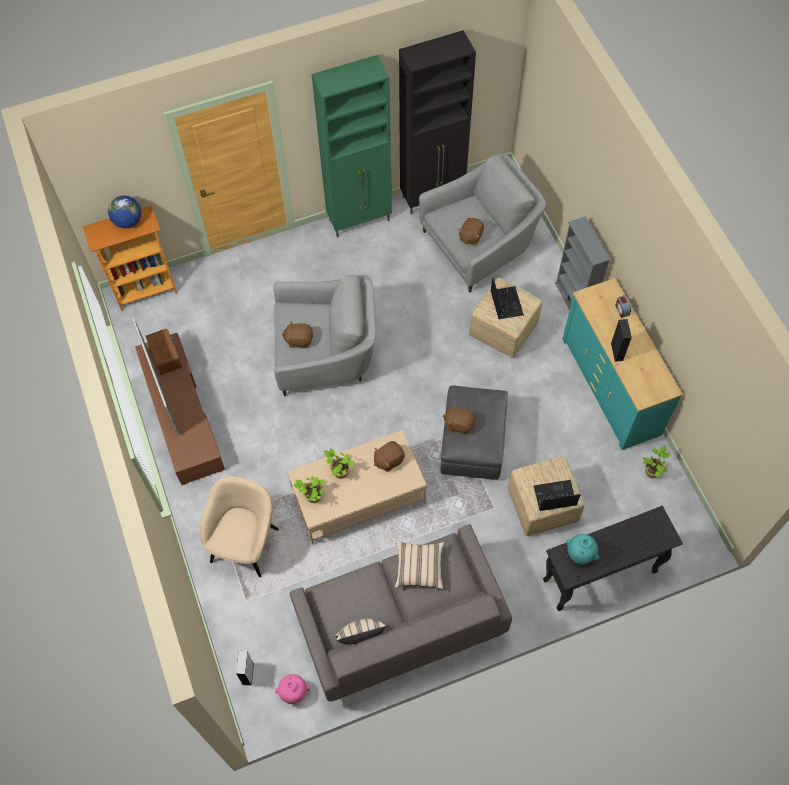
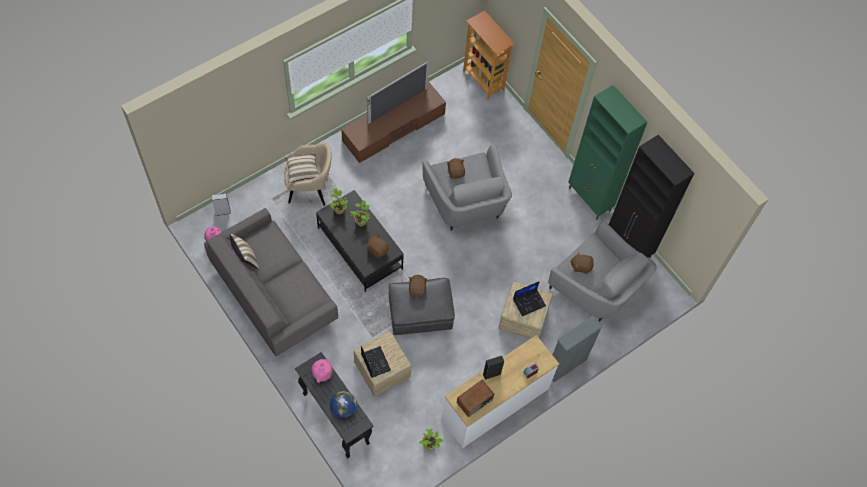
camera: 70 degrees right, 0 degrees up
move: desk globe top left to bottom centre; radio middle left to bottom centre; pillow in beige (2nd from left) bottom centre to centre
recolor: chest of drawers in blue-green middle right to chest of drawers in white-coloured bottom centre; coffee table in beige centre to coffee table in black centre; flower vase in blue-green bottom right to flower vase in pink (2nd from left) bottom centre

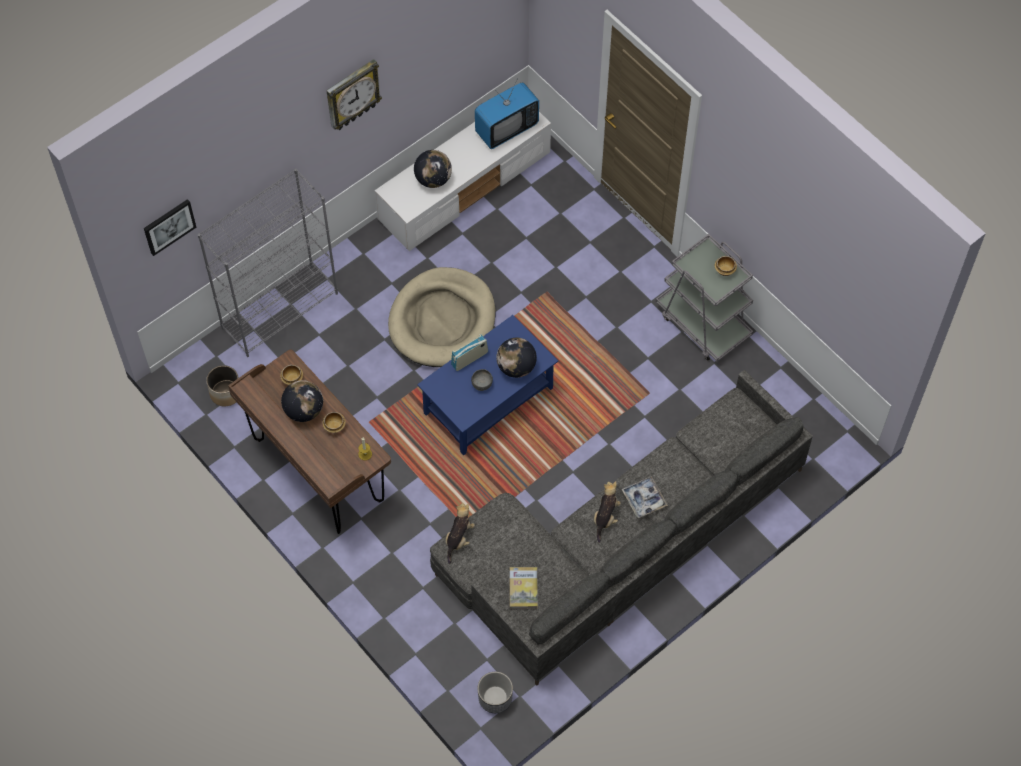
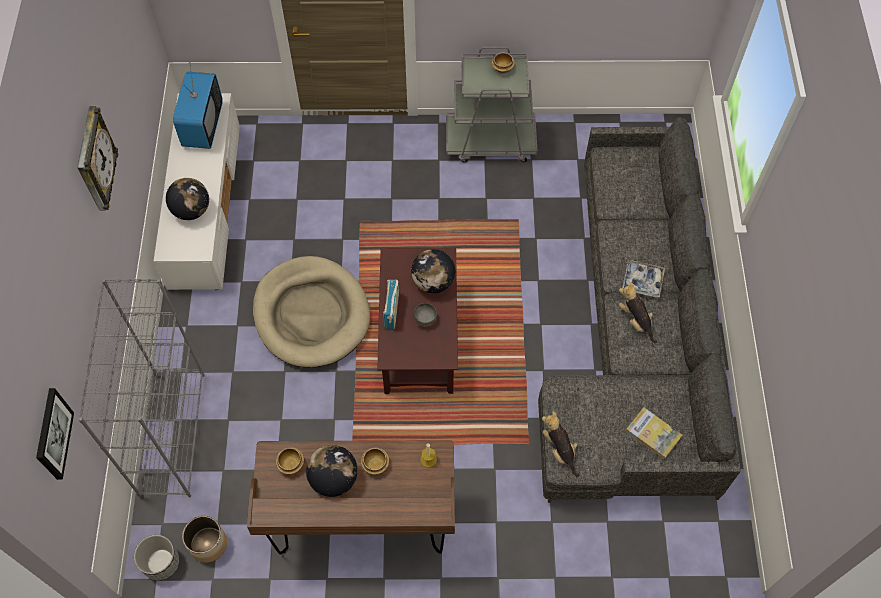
camera: 50 degrees left, 0 degrees up
move: flower pot (2nd from left in the first image) bottom centre to flower pot (1st from left) bottom left
recolor: coffee table in bluish centre to coffee table in brownish centre

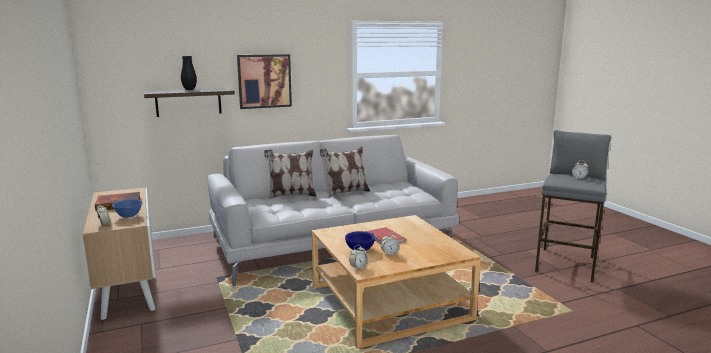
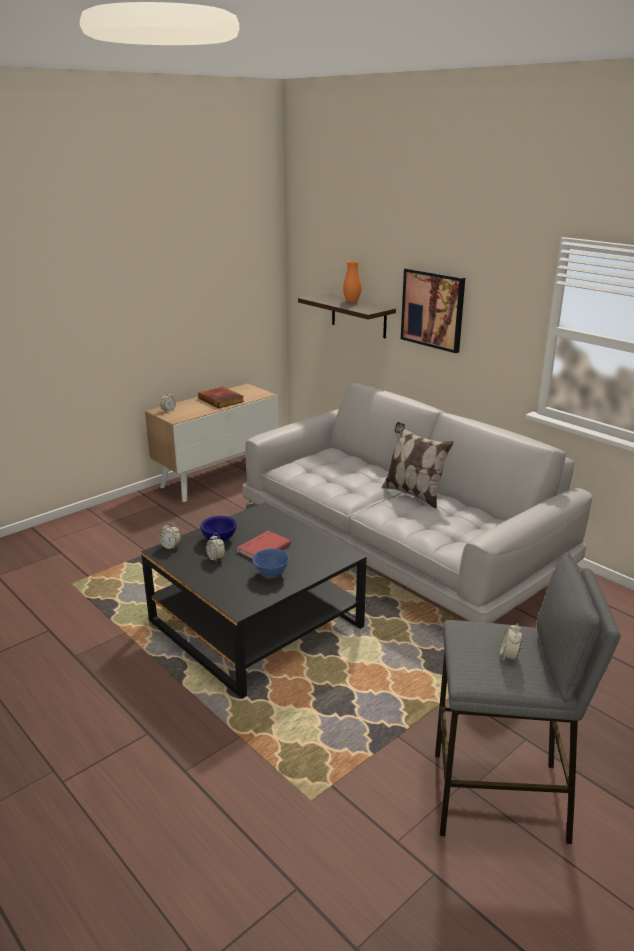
camera: 70 degrees right, 10 degrees up
delete: pillow (1st from left) centre
move: serving bowl in bluish (1st from left in the first image) middle left to serving bowl in bluish (2nd from left) centre
recolor: flower vase in black top left to flower vase in orangey top centre; coffee table in beige bottom centre to coffee table in black centre

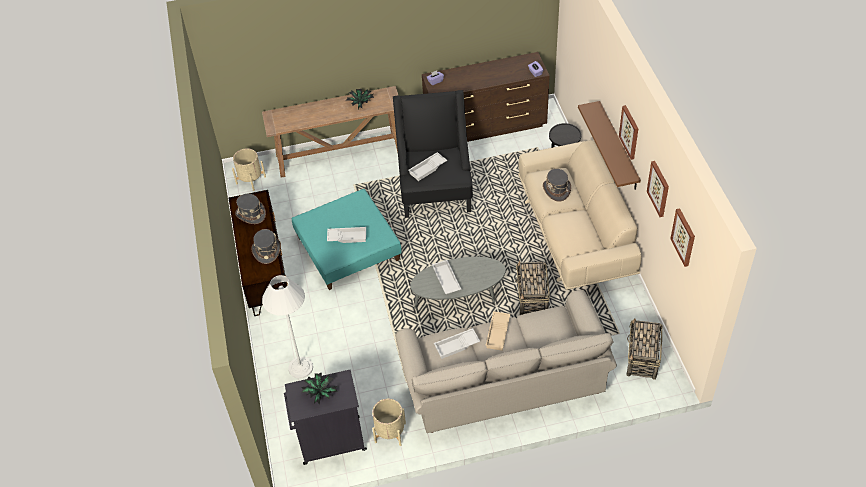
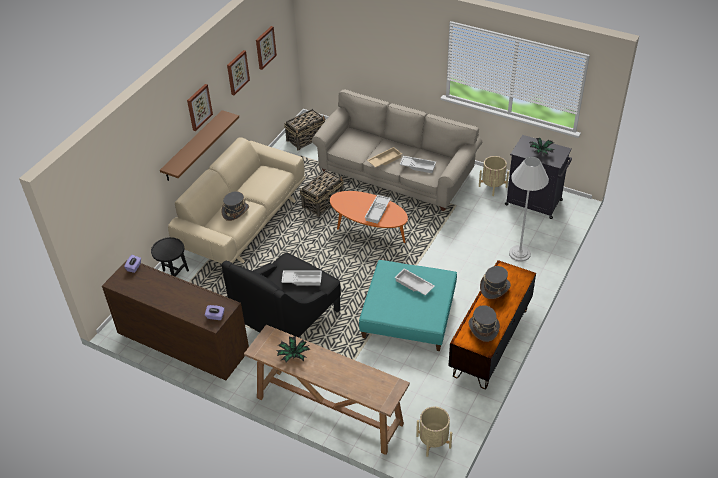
camera: 140 degrees left, 5 degrees down
recolor: coffee table in grey centre to coffee table in orangey centre

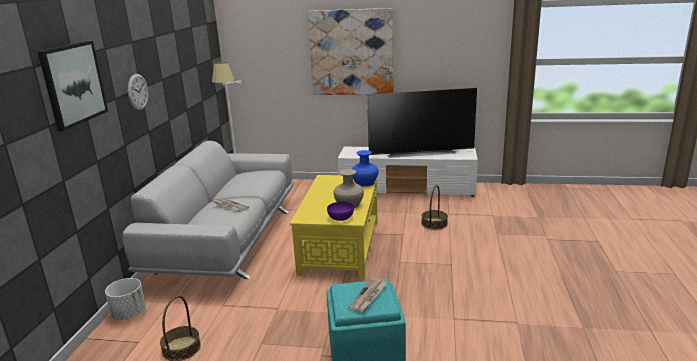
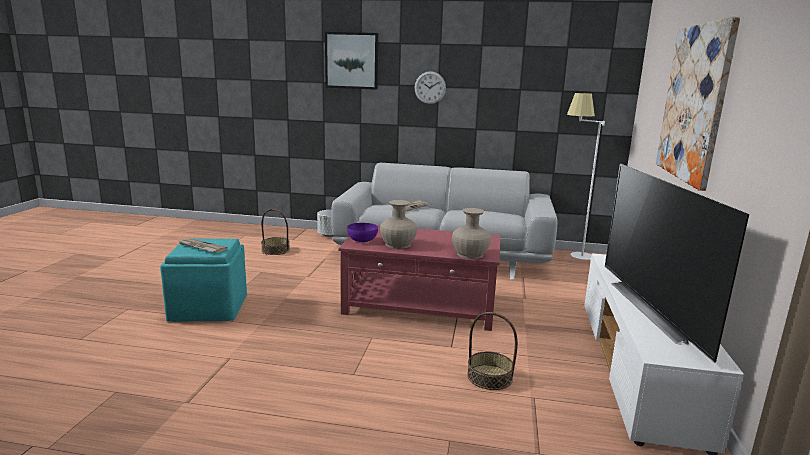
camera: 90 degrees right, 5 degrees down
recolor: flower vase in bluish centre to flower vase in beige (2nd from left) centre; coffee table in yellow centre to coffee table in reddish centre

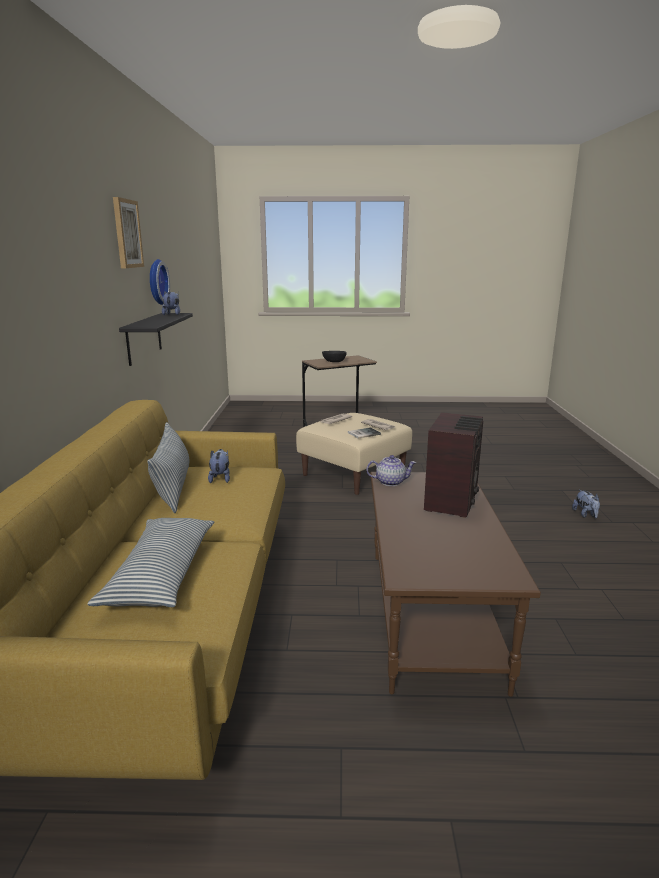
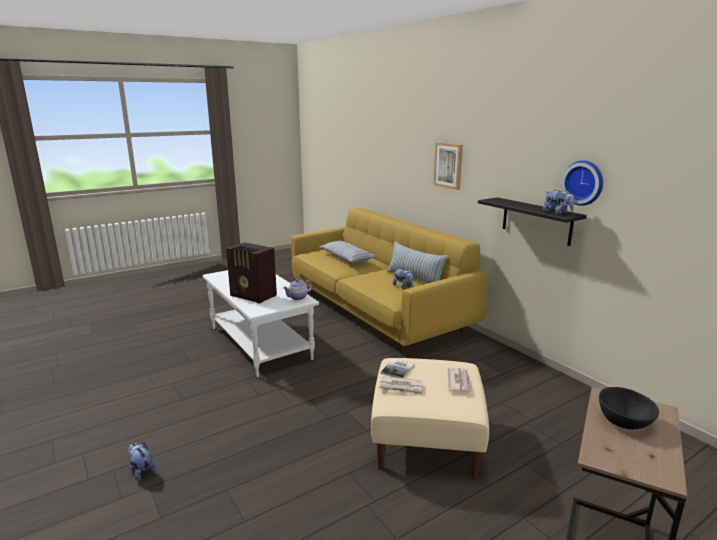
camera: 145 degrees right, 0 degrees up
move: wall picture top left to top centre
recolor: coffee table in brownish middle right to coffee table in white-coloured centre
rotate: radio middle right = centre 45 degrees counterclockwise

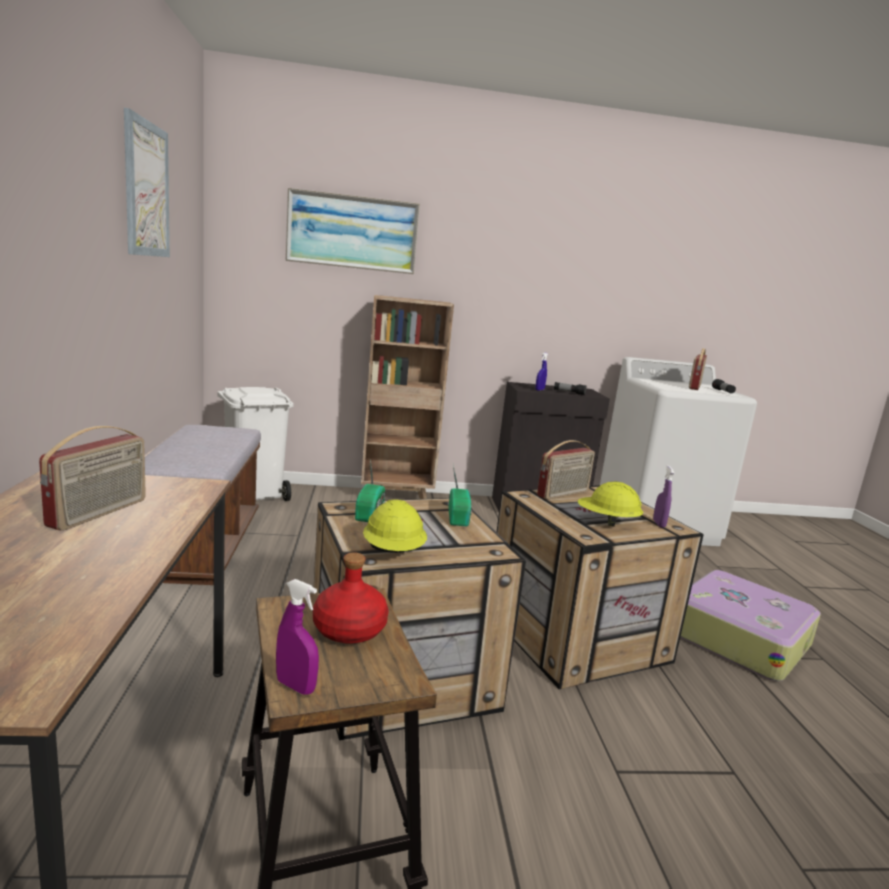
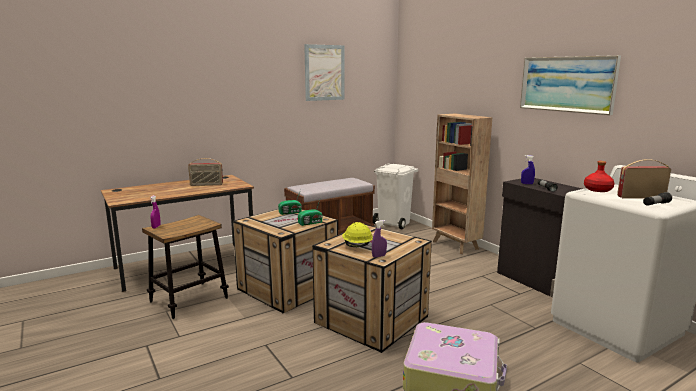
camera: 65 degrees right, 0 degrees up
delete: radio (4th from left) centre; safety helmet in yellow (1st from left) centre
move: wall picture (2nd from left) top centre to top right; beverage bottle in reddish bottom centre to middle right

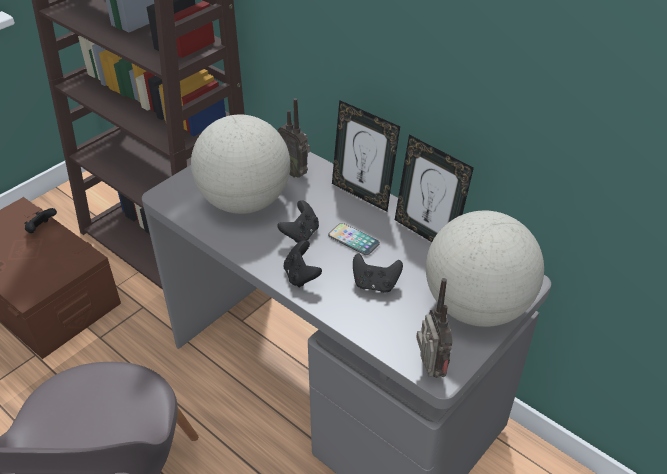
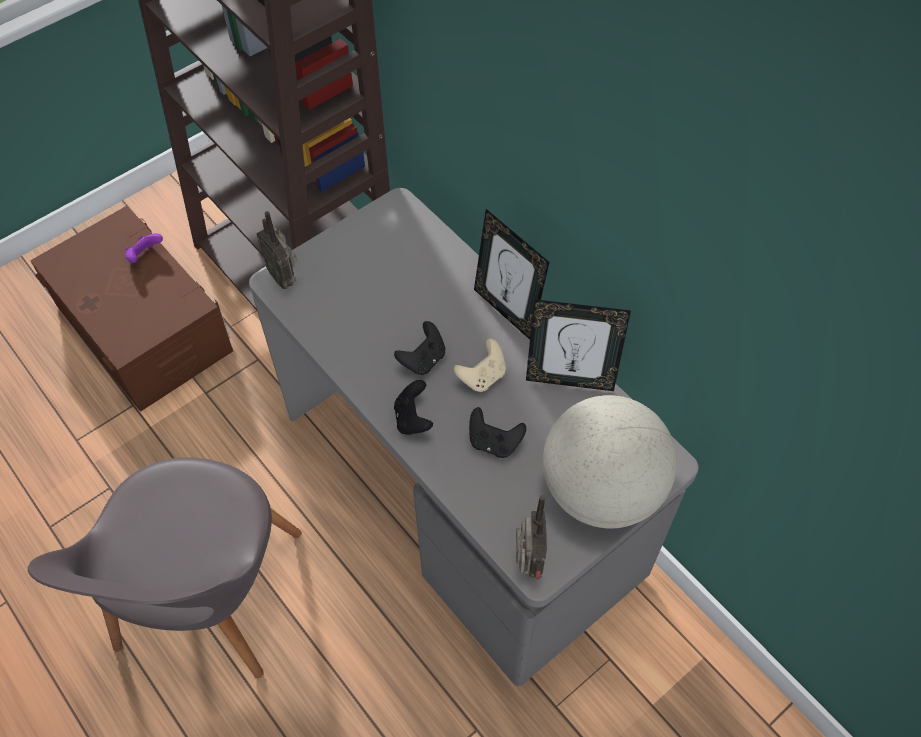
camera: 10 degrees right, 15 degrees up
delete: desk globe (1st from left) centre
move: radio (1st from left) top centre to middle left
replace: phone centre to joypad in beige centre
recolor: joypad in black (1st from left) middle left to joypad in purple-coloured middle left
rotate: picture frame (2nd from left) centre = centre 45 degrees counterclockwise

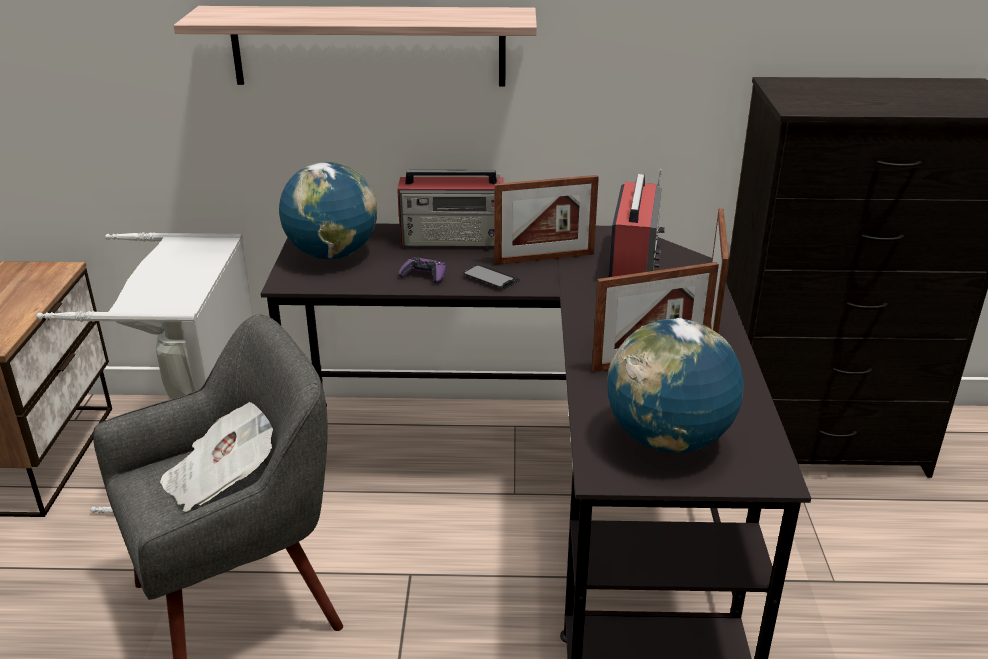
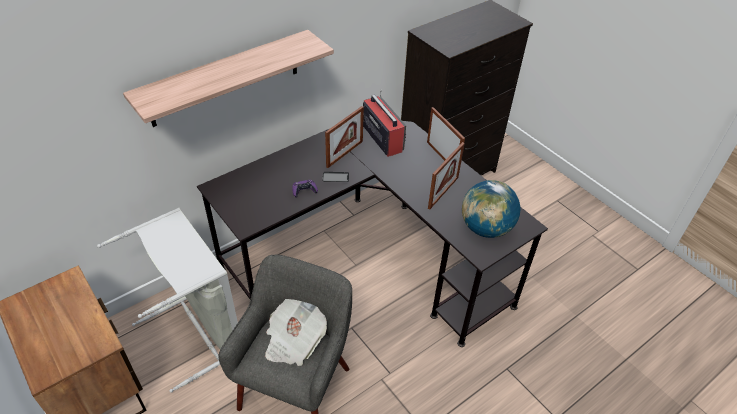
camera: 40 degrees left, 15 degrees up
delete: desk globe (1st from left) top left; radio (1st from left) top centre

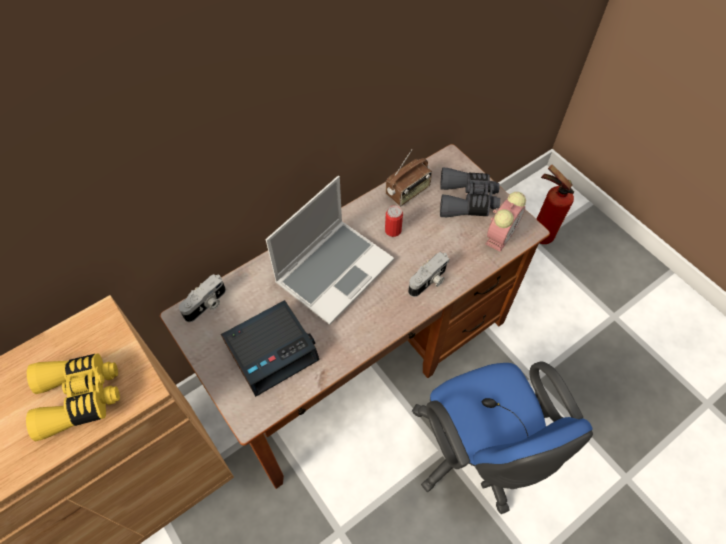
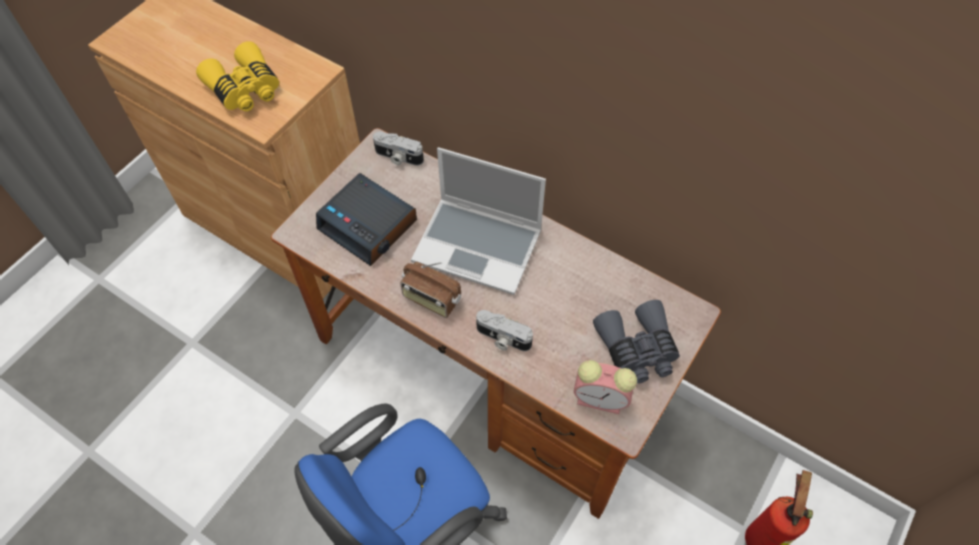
camera: 70 degrees right, 0 degrees up
delete: sealed can centre
move: radio top centre to centre

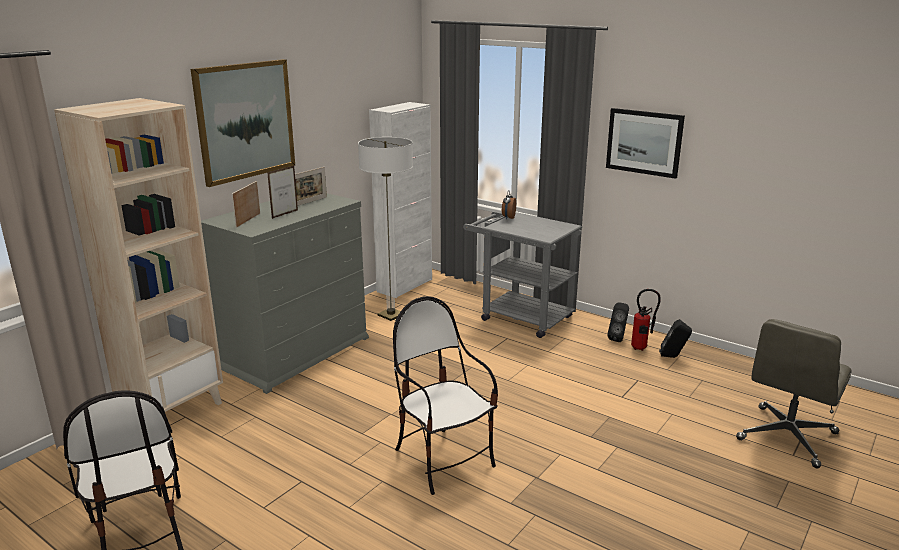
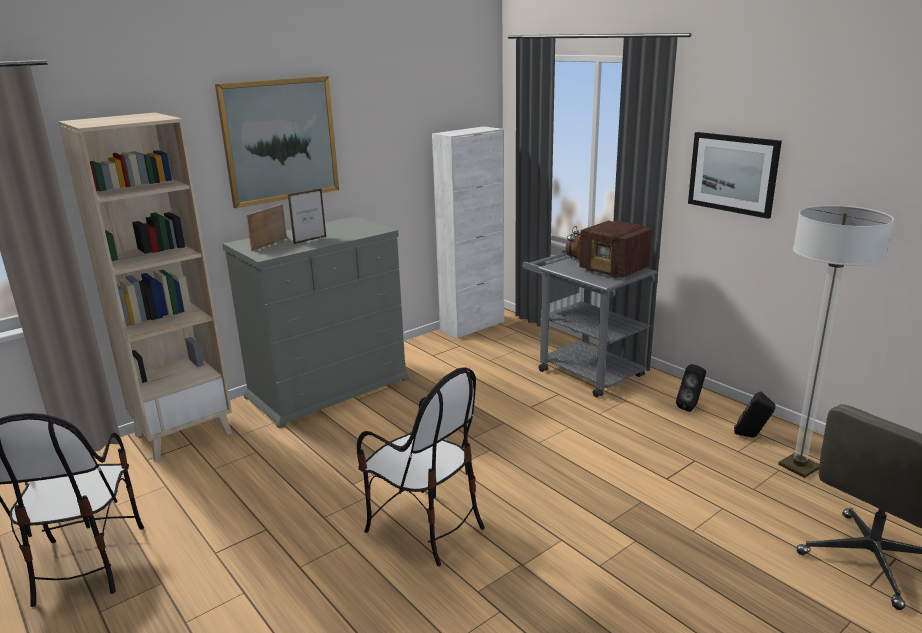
camera: 15 degrees right, 0 degrees up
delete: picture frame (3rd from left) centre; fire-fighting cylinder middle right
insert: radio middle right
move: floor lamp centre to middle right
rotate: upright chair (2nd from left) bottom centre = bottom centre 150 degrees clockwise

